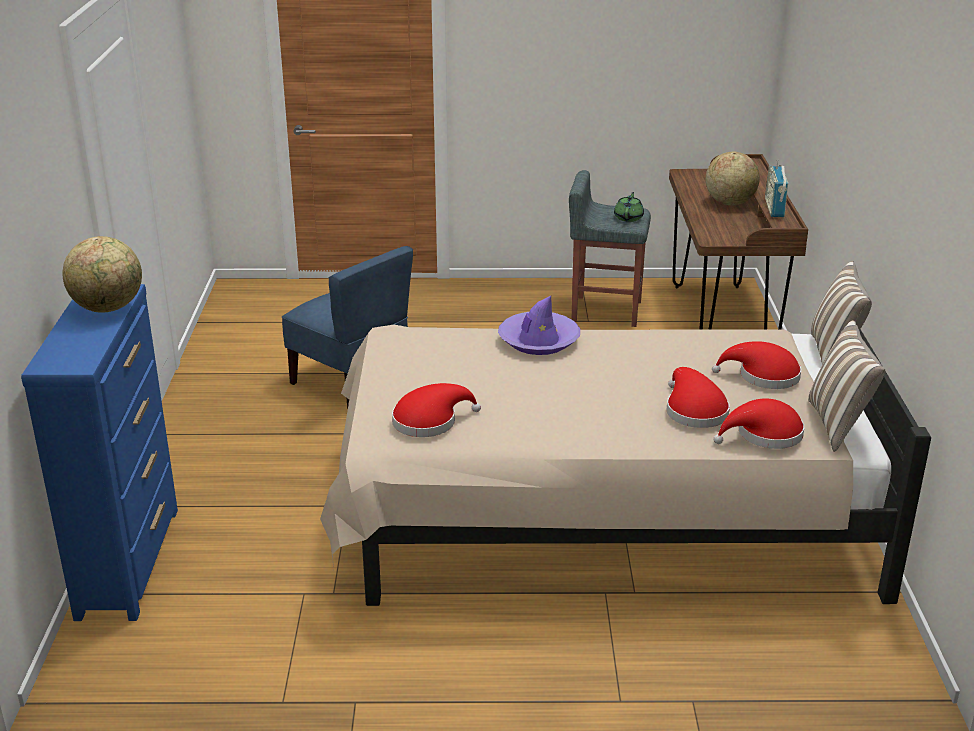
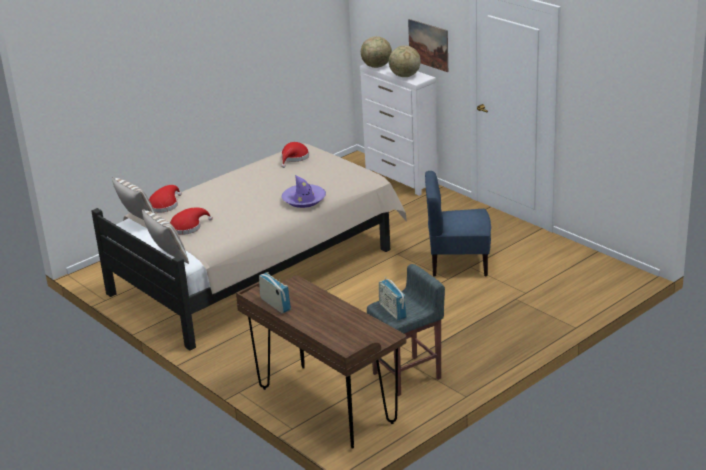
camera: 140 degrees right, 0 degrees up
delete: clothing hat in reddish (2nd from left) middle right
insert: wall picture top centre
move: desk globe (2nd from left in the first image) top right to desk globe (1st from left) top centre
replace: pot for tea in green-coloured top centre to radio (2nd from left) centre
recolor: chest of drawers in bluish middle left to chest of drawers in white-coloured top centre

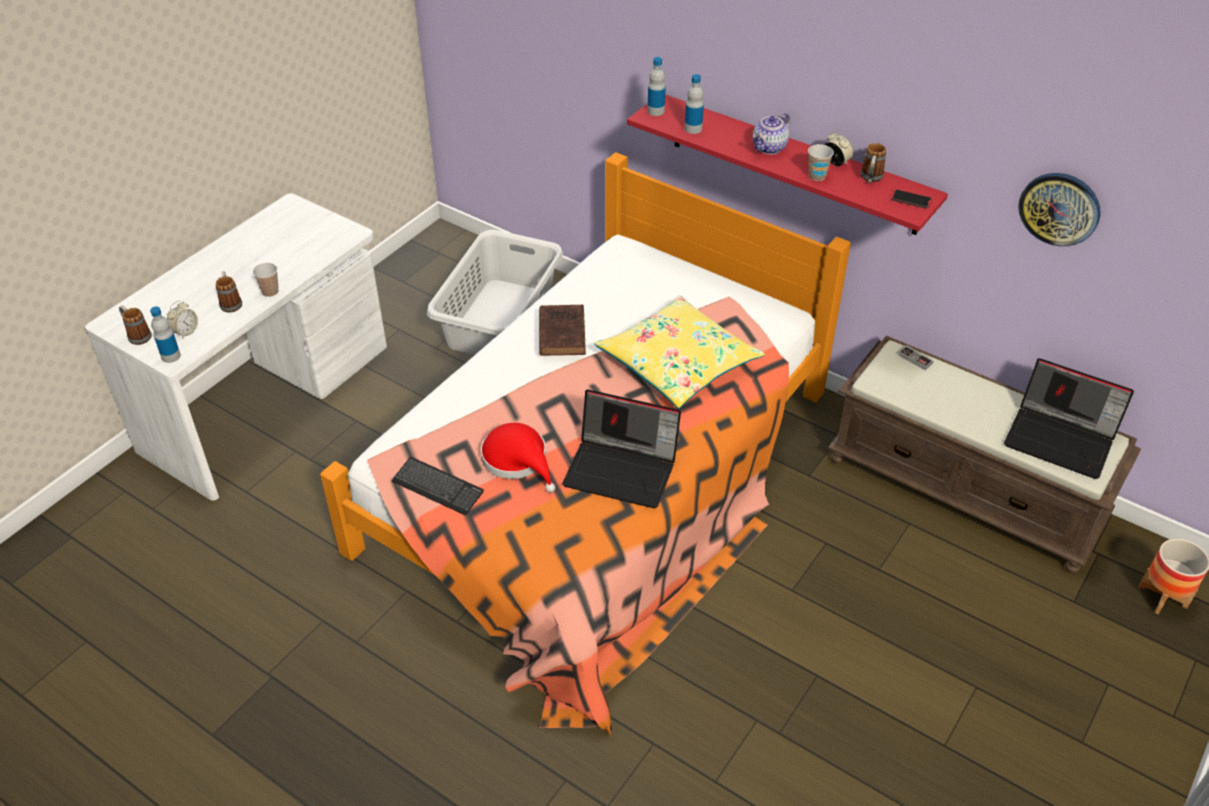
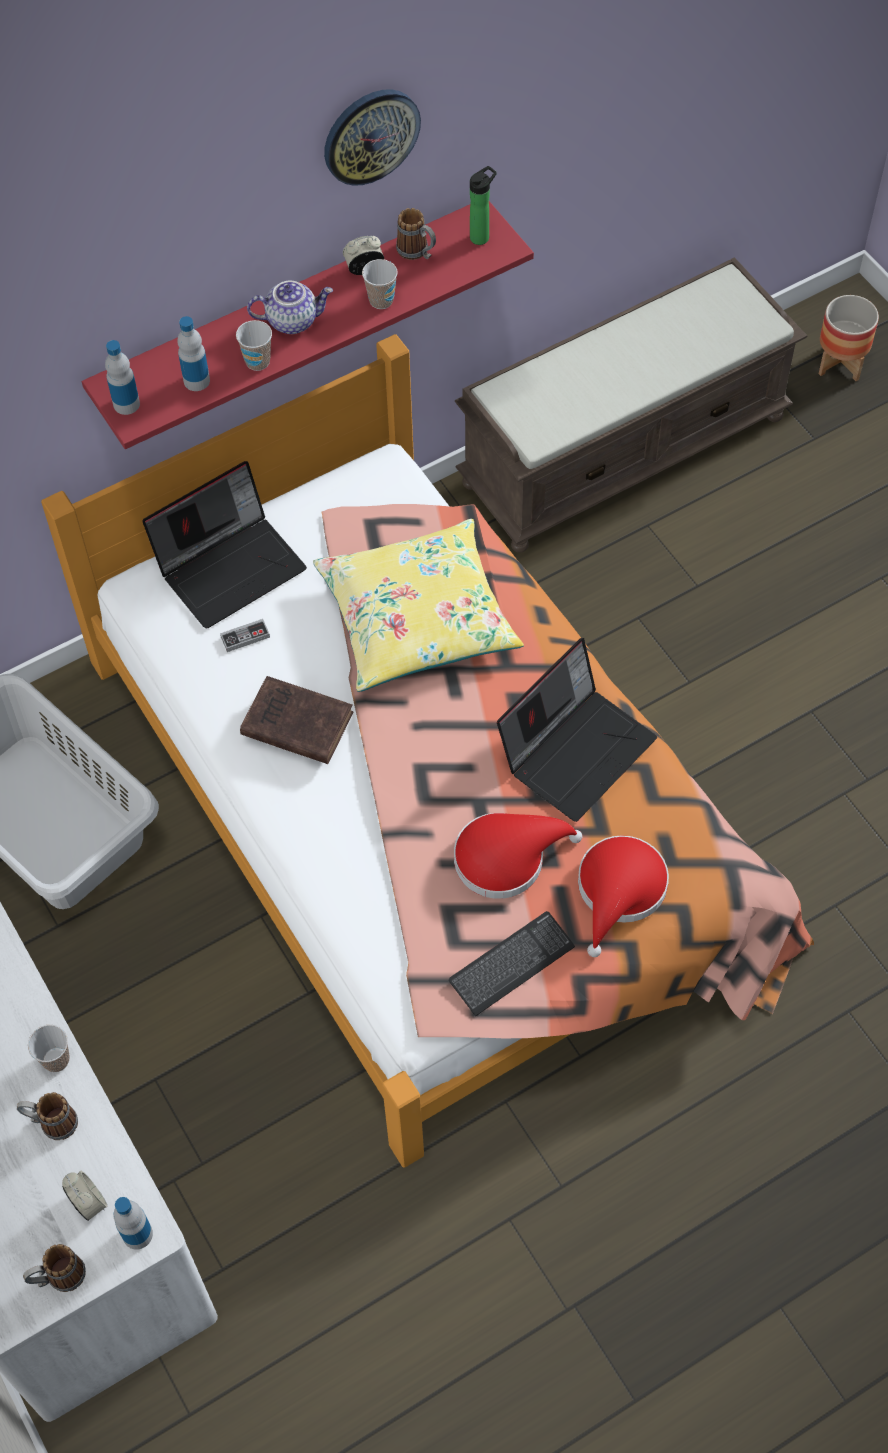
camera: 65 degrees left, 15 degrees up
insert: small cup (2nd from left) top left; clothing hat in reddish (2nd from left) middle right
move: hanging clock top right to top centre; joypad middle right to middle left; notebook computer (2nd from left in the first image) middle right to notebook computer (1st from left) middle left
replace: phone top right to beverage bottle (4th from left) top centre
rotate: pot for tea top centre = top left 75 degrees counterclockwise

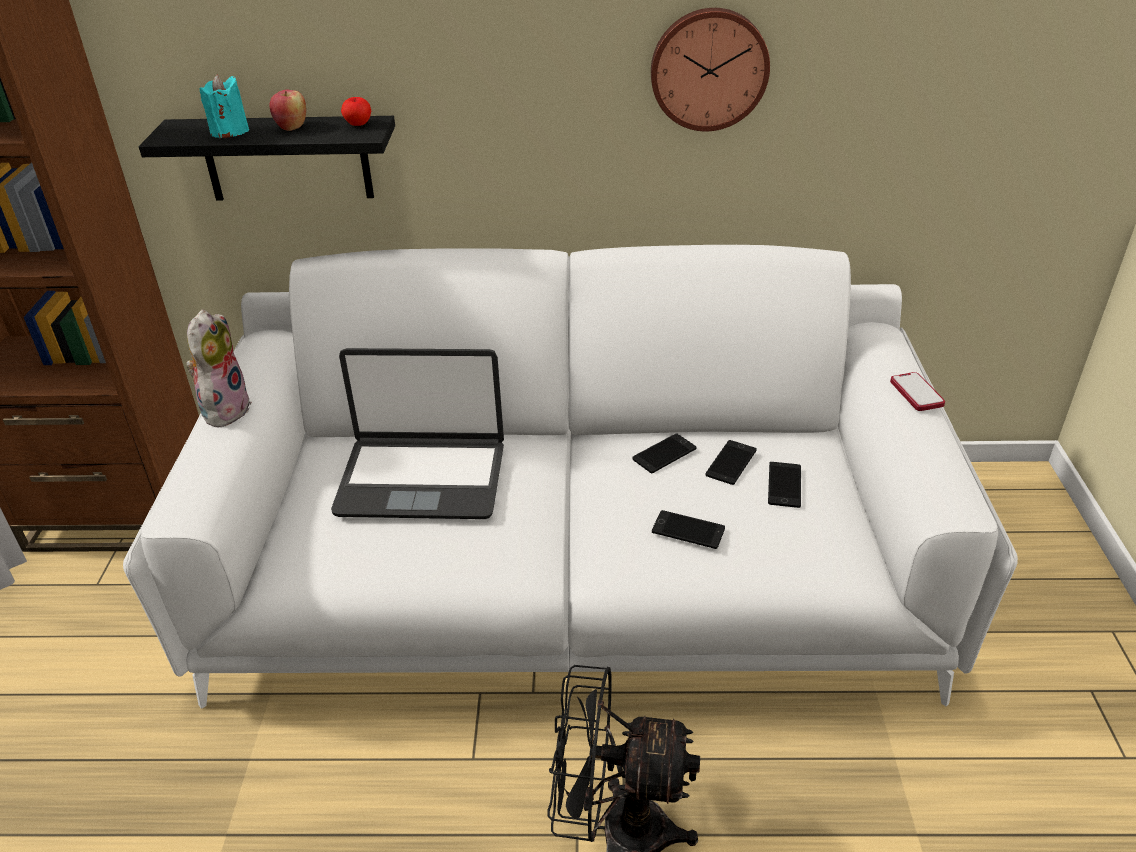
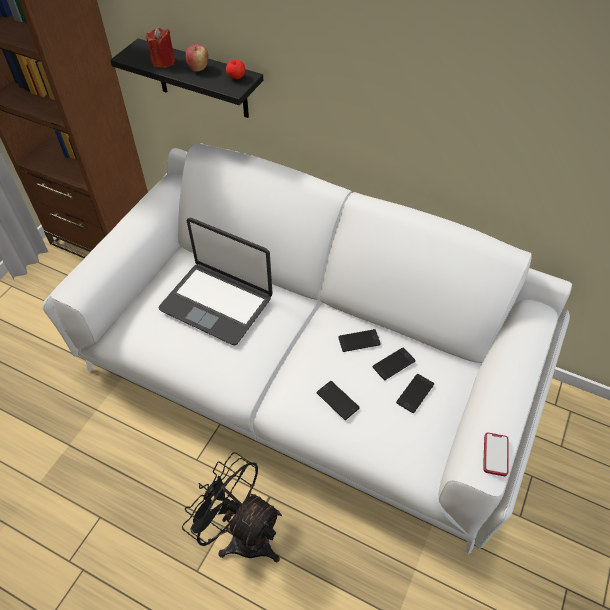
camera: 25 degrees right, 15 degrees up
delete: hanging clock top centre; cuddly toy middle left
move: phone (5th from left) middle right to bottom right
recolor: wax candle in blue-green top left to wax candle in reddish top left

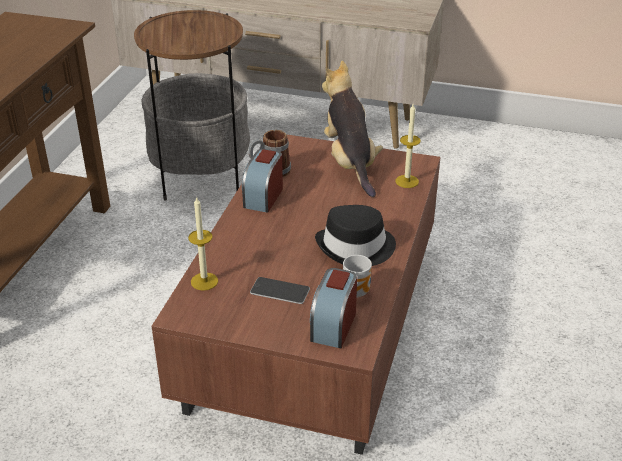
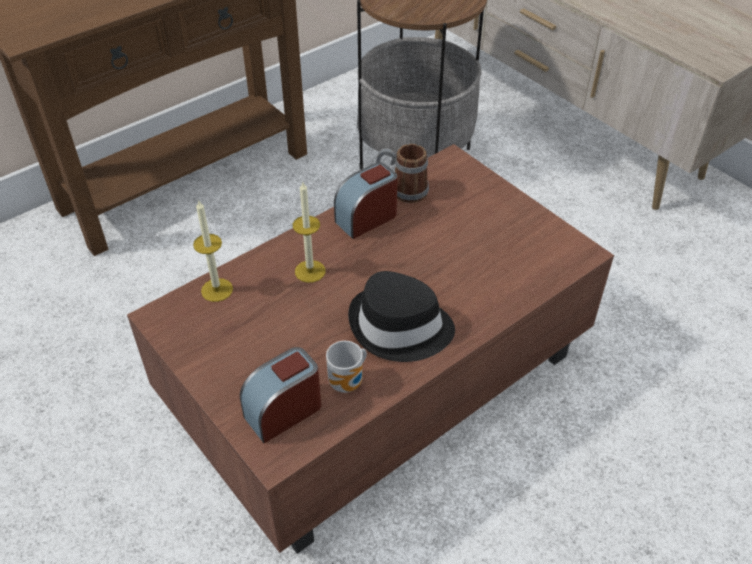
camera: 35 degrees right, 10 degrees up
delete: cuddly toy top centre; phone centre
move: wax candle (2nd from left) top centre to centre

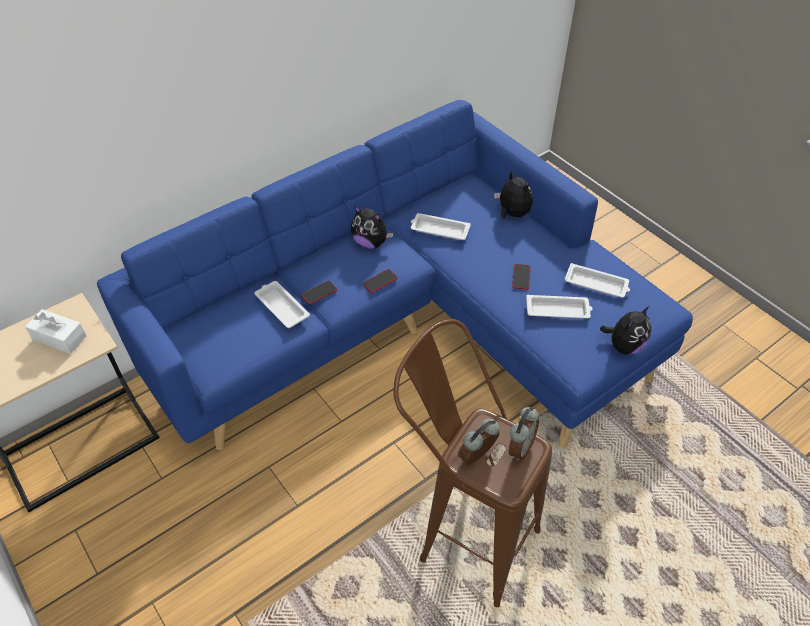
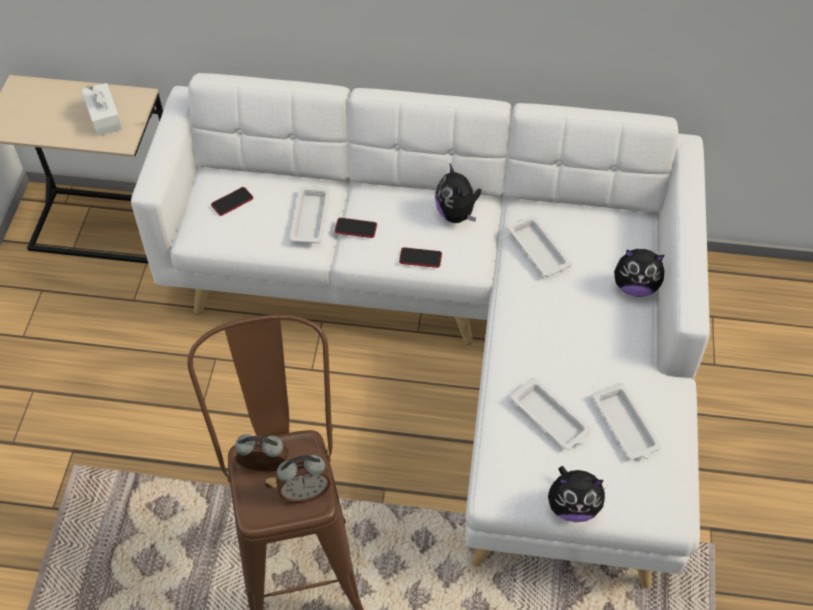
camera: 45 degrees right, 5 degrees up
move: phone (3rd from left in the first image) centre to phone (1st from left) top left
recolor: couch in bluish centre to couch in white-coloured centre
rotate: cuddly toy (2nd from left in the first image) top centre = middle right 90 degrees clockwise

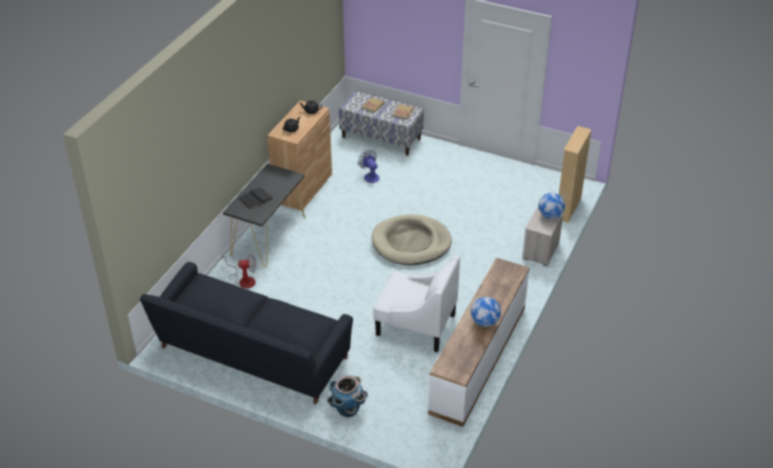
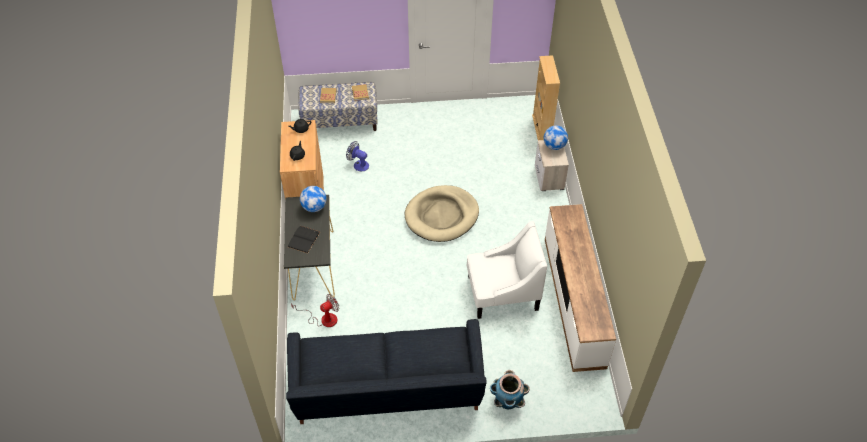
camera: 30 degrees left, 10 degrees up
move: desk globe (1st from left) bottom centre to centre

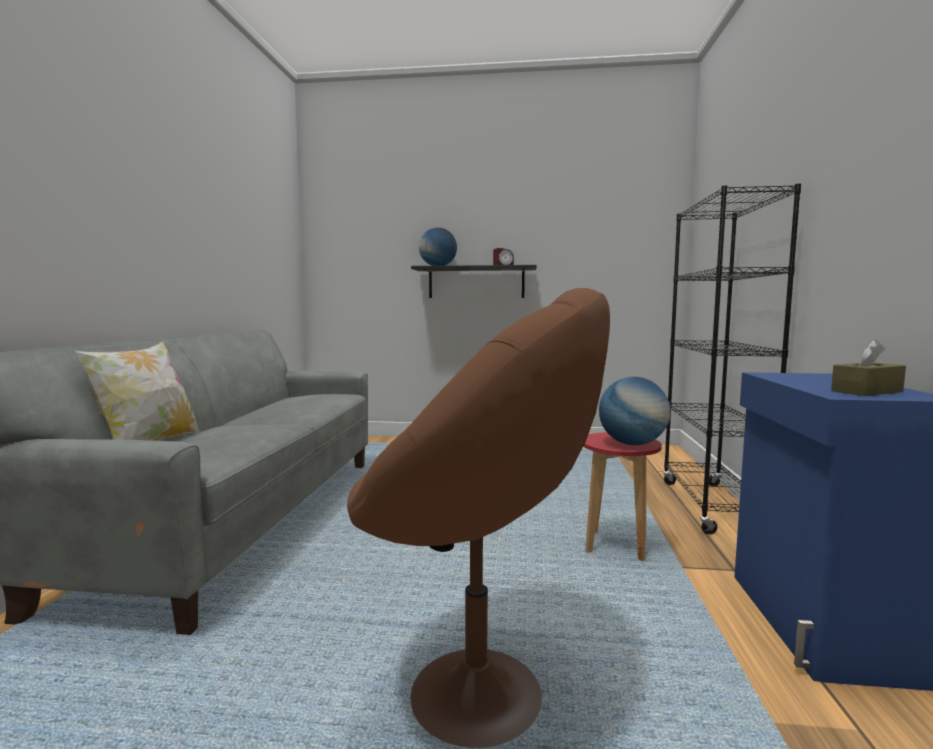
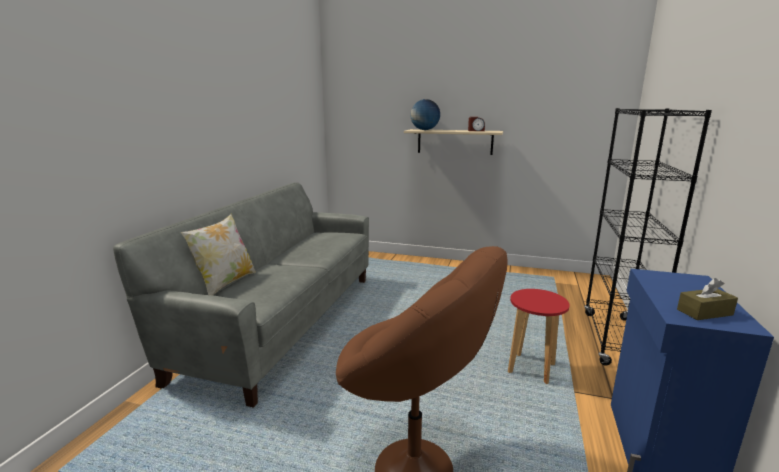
camera: 10 degrees right, 10 degrees up
delete: desk globe (2nd from left) middle right
recolor: wall shelf in black centre to wall shelf in beige top centre

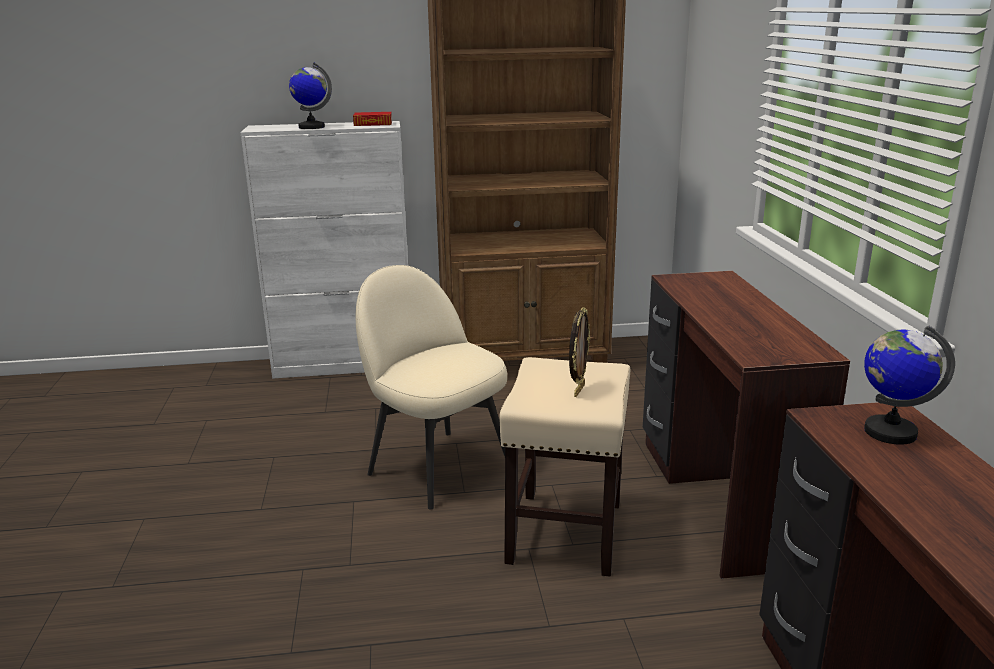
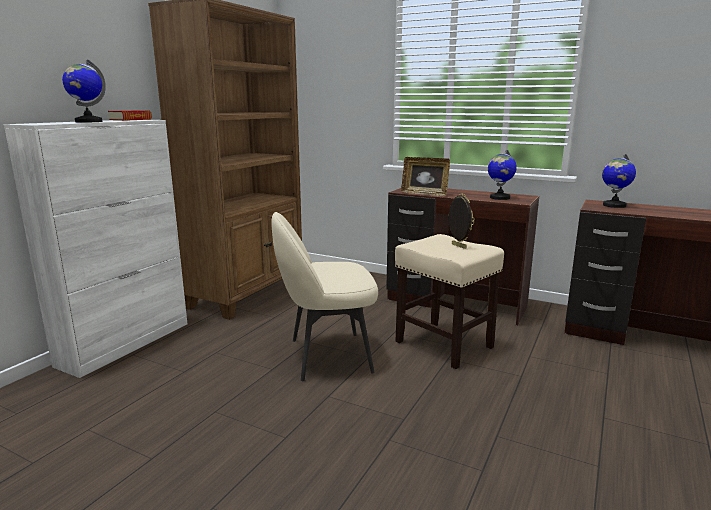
camera: 55 degrees left, 5 degrees down
insert: desk globe (2nd from left) middle right; picture frame (1st from left) centre

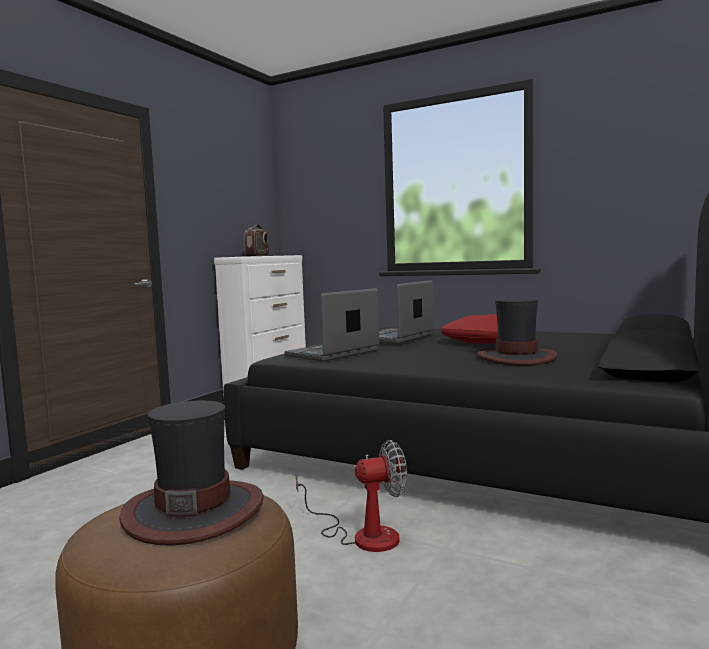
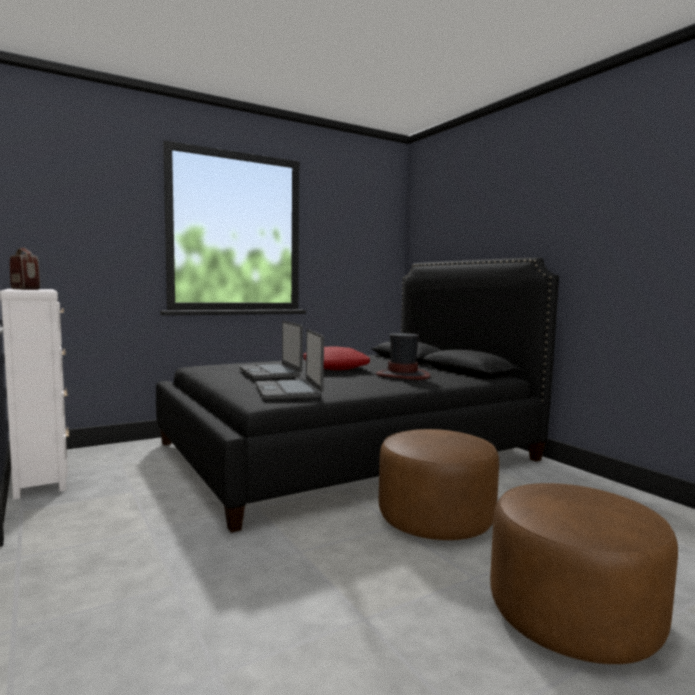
camera: 60 degrees left, 0 degrees up
delete: clothing hat (1st from left) bottom left
replace: fan bottom centre to pouffe in brownish (1st from left) bottom centre

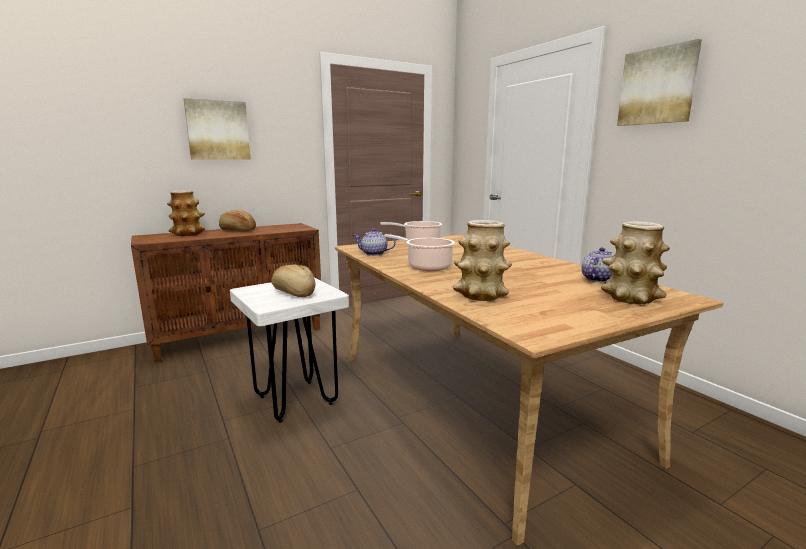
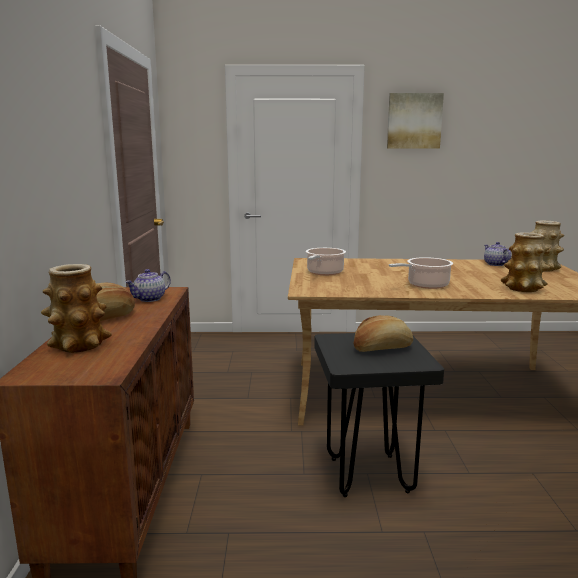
camera: 60 degrees left, 0 degrees up
delete: wall picture (1st from left) top left
move: pot for tea (1st from left) centre to middle left
recolor: sitting stool in white-coloured centre to sitting stool in black bottom centre

